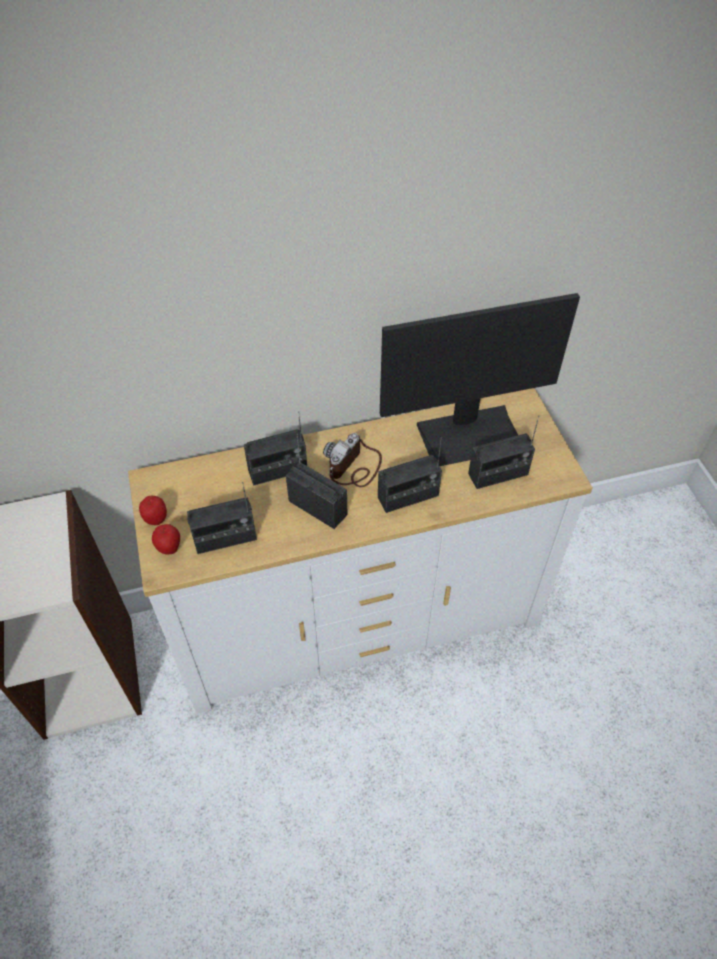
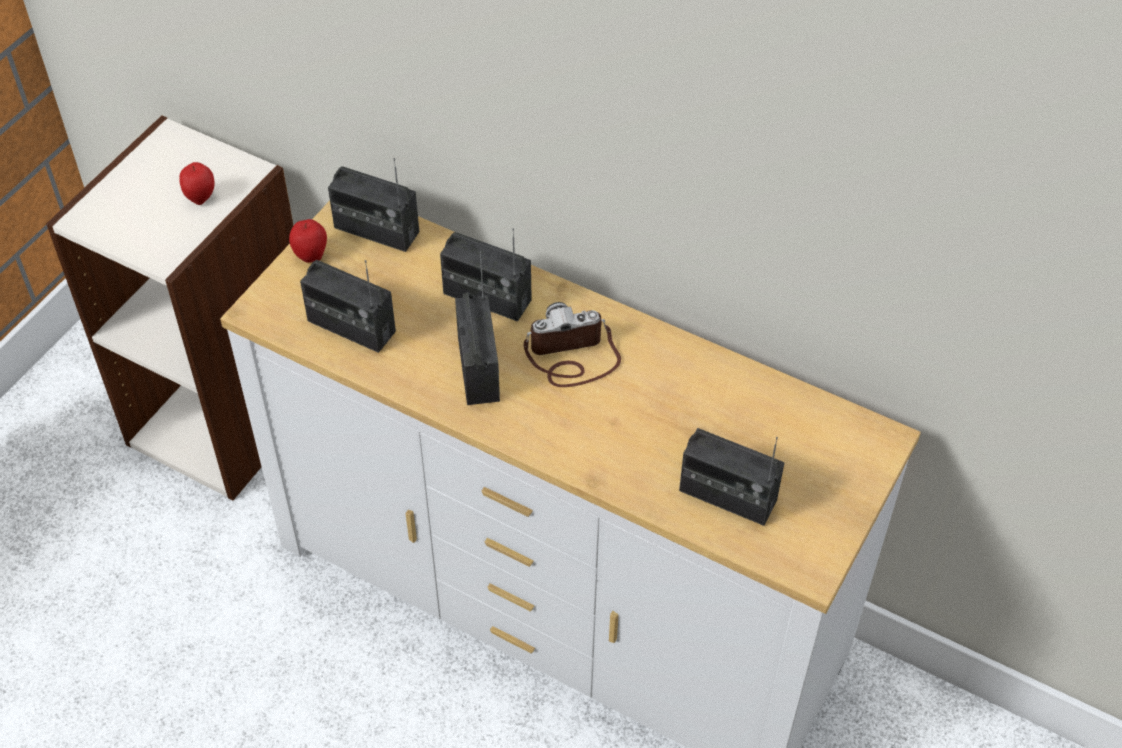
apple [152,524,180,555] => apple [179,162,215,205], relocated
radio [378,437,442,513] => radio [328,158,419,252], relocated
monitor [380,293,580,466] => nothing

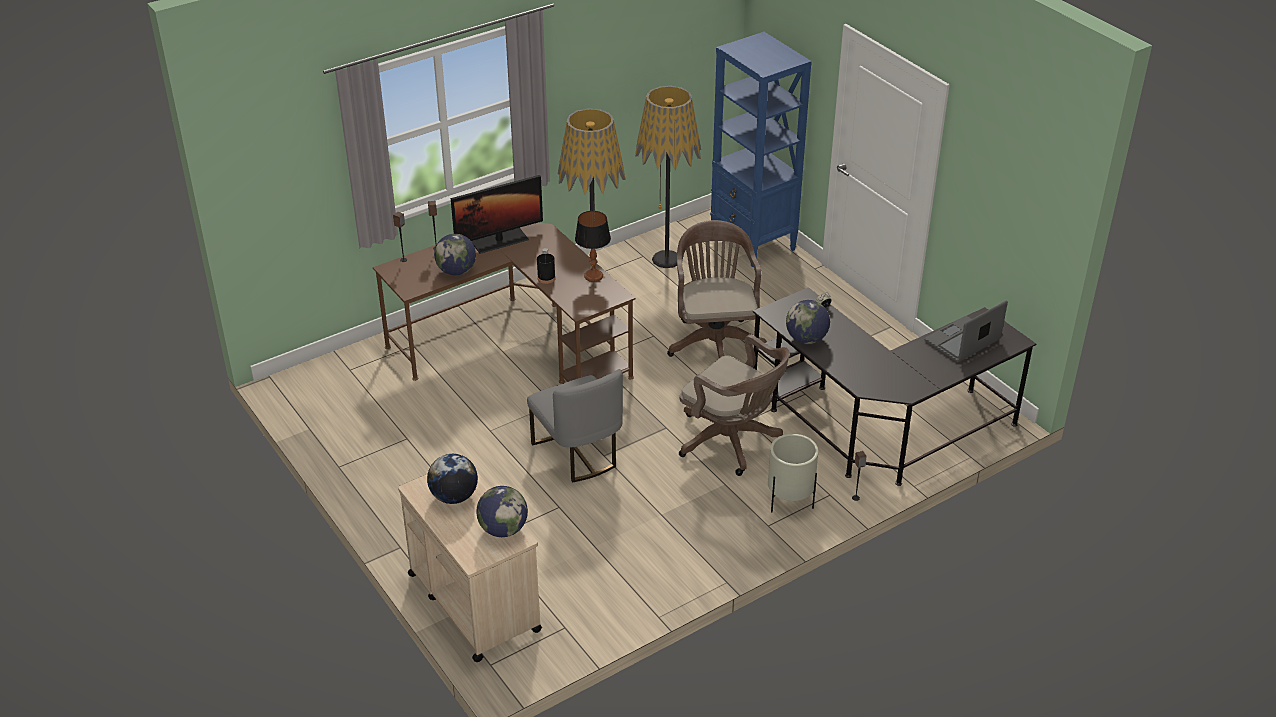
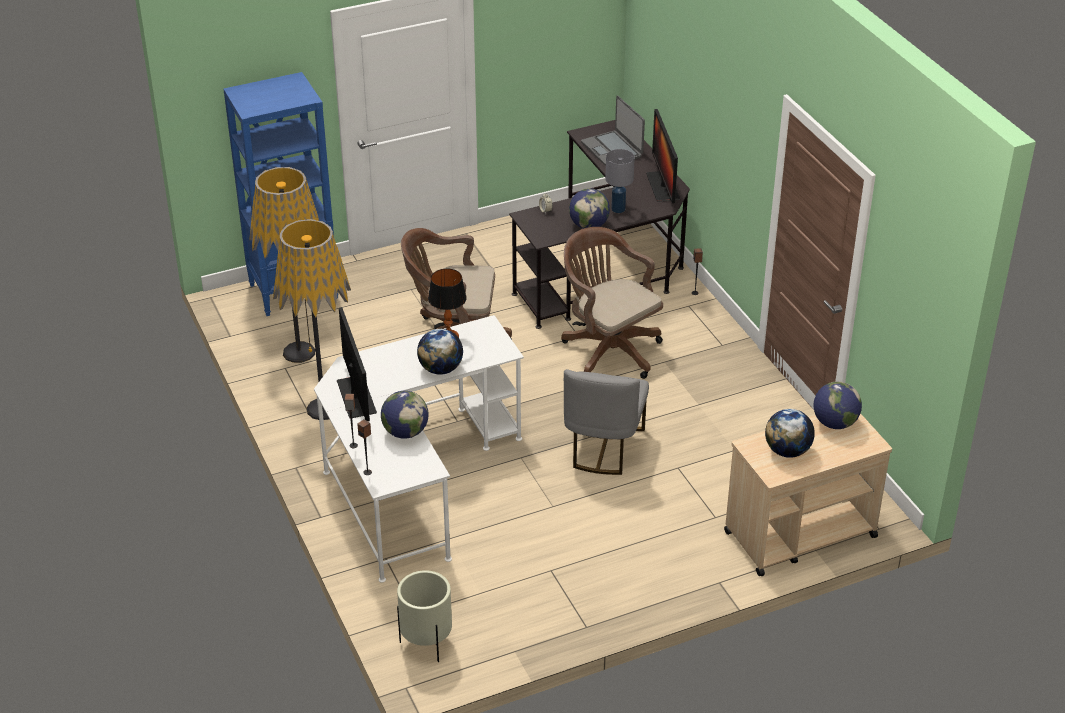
brown desk [373,223,636,384] => white desk [314,315,524,583]
grey chair [527,369,623,482] => grey chair [564,369,649,475], 120 degrees clockwise
black bottle [537,248,556,284] => globe [417,329,463,375]
brown office chair [679,334,790,476] => brown office chair [561,227,663,379], 90 degrees counterclockwise
beige planter [768,434,818,512] => beige planter [397,570,452,662], relocated
nothing => grey table lamp [605,149,635,213]
nothing => monitor [646,109,680,203]

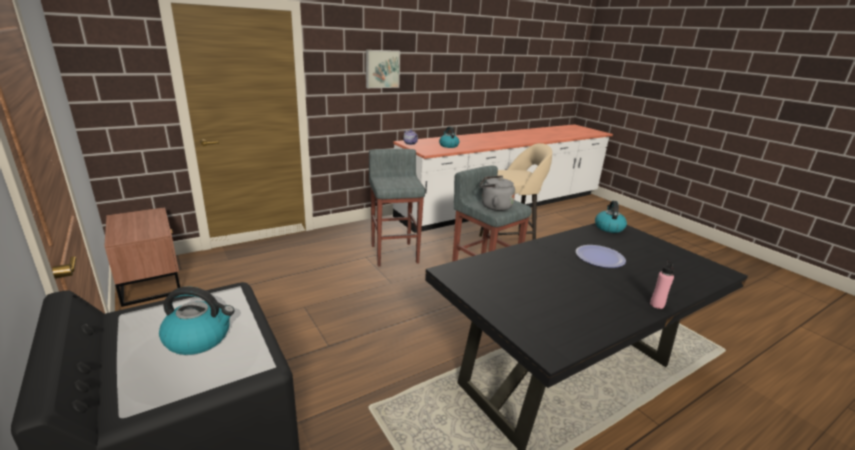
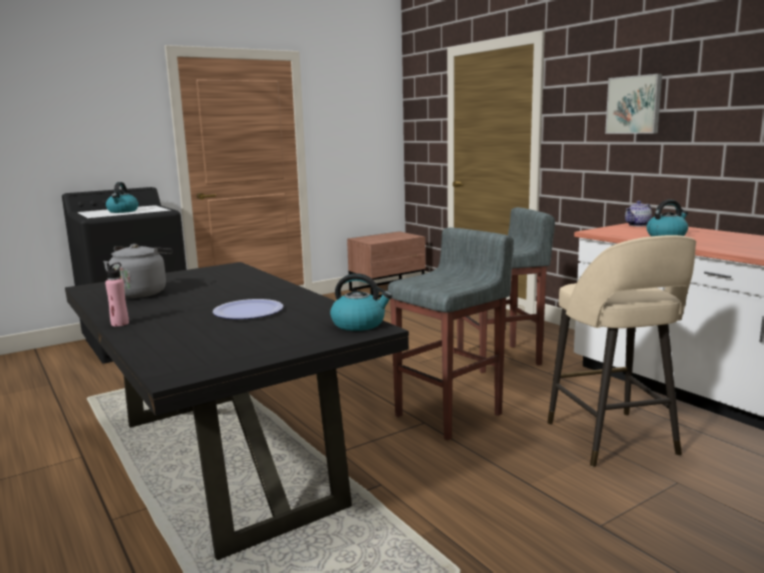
grey kettle [480,175,515,211] => grey kettle [103,244,172,298], relocated

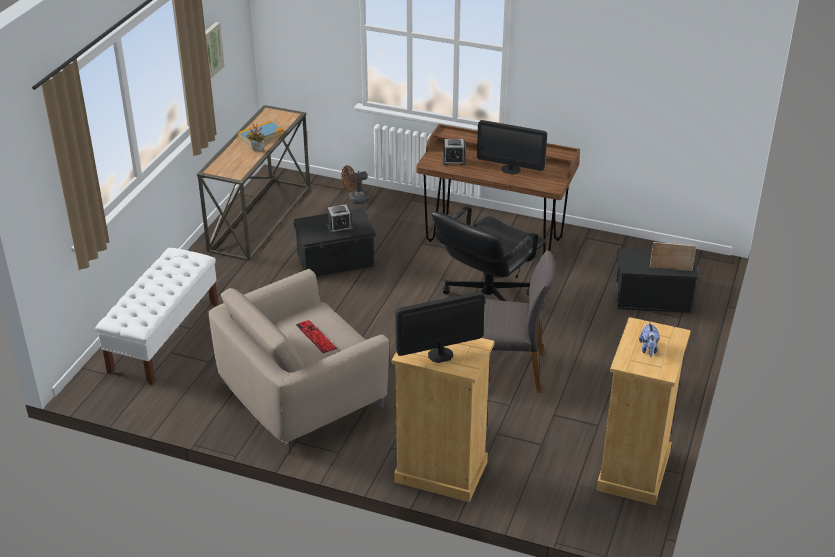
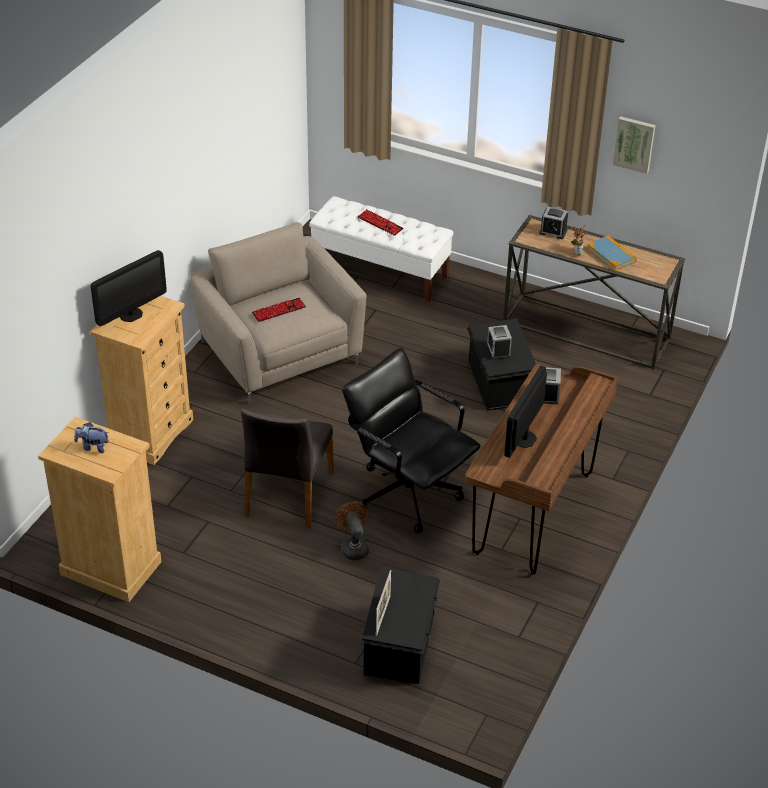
brown fan [341,165,370,204] => brown fan [333,502,369,560], relocated
monitor [395,291,485,363] => monitor [91,250,167,326], 60 degrees clockwise
nothing => keyboard [358,209,404,236]
nothing => alarm clock [539,207,568,239]

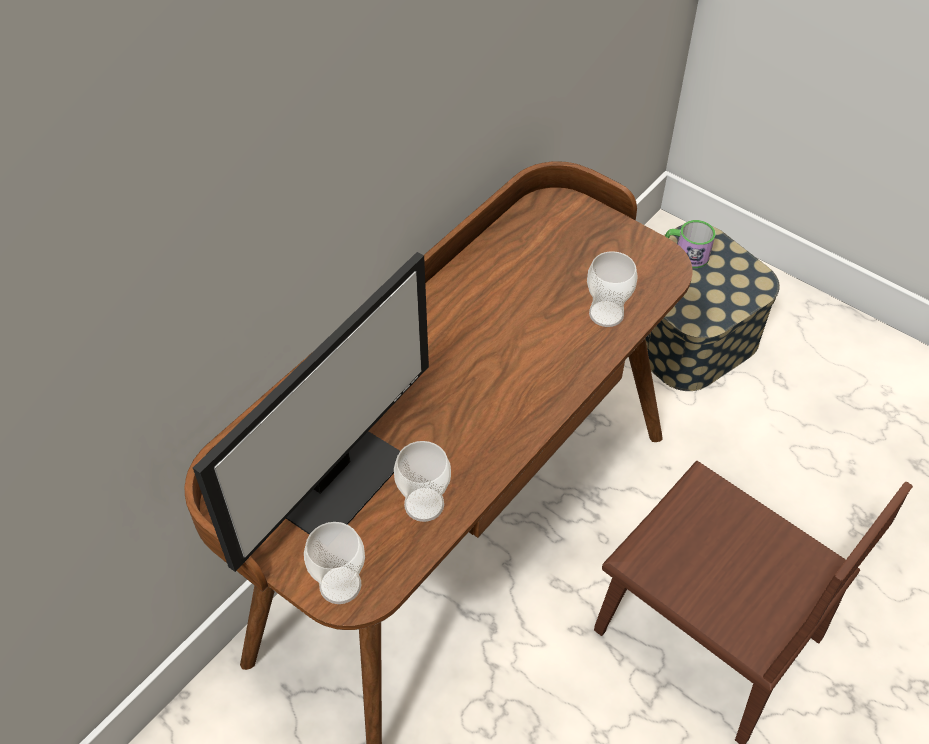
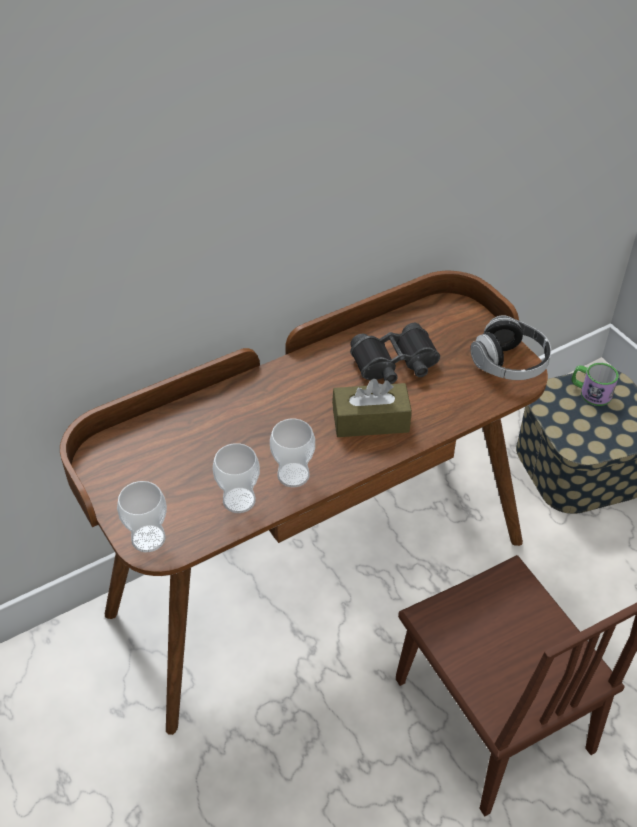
monitor [193,252,429,572] => nothing
cup [587,251,638,327] => cup [270,419,315,487], relocated
nothing => brown tissue box [332,379,412,437]
nothing => black binoculars [350,323,440,384]
nothing => headphones [470,315,551,380]

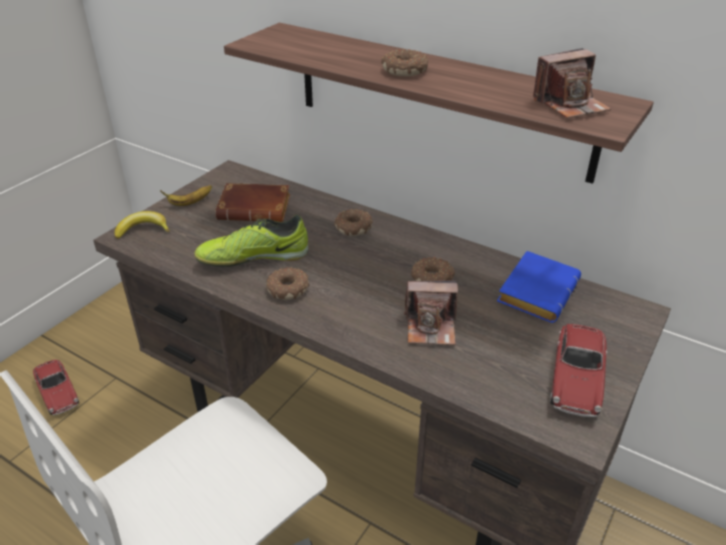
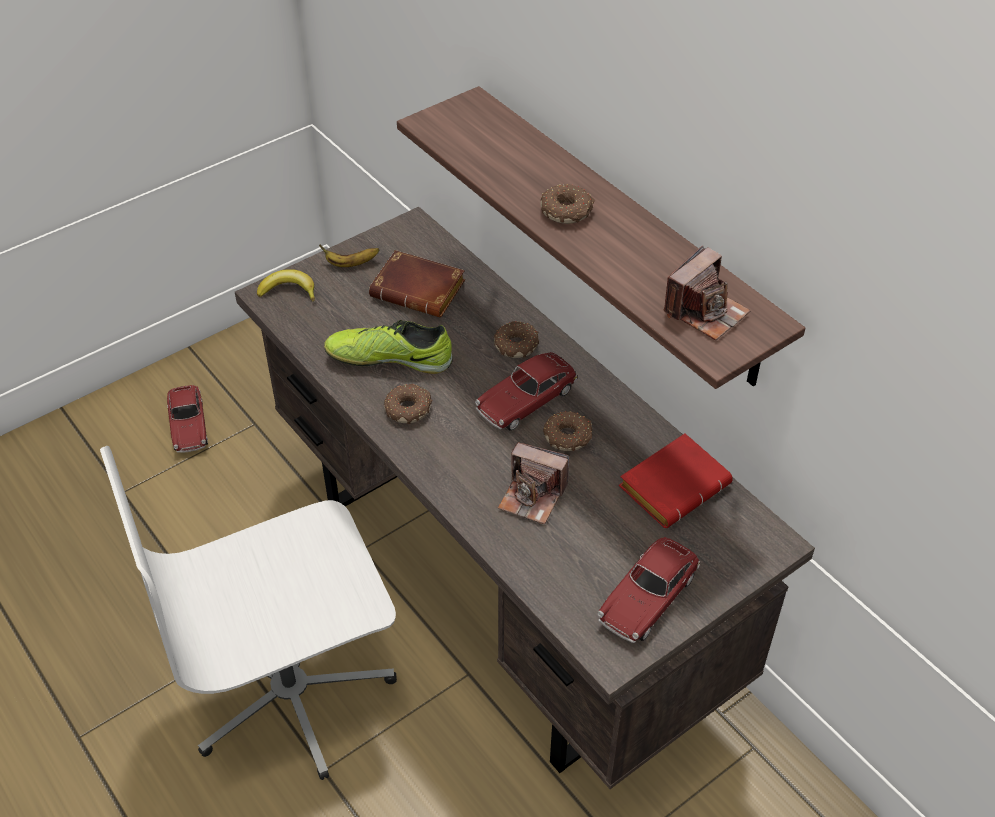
blue book [497,251,581,323] => red book [619,433,733,528]
photo camera [533,48,611,118] => photo camera [664,246,751,341], 45 degrees counterclockwise
nothing => toy car [475,352,577,431]

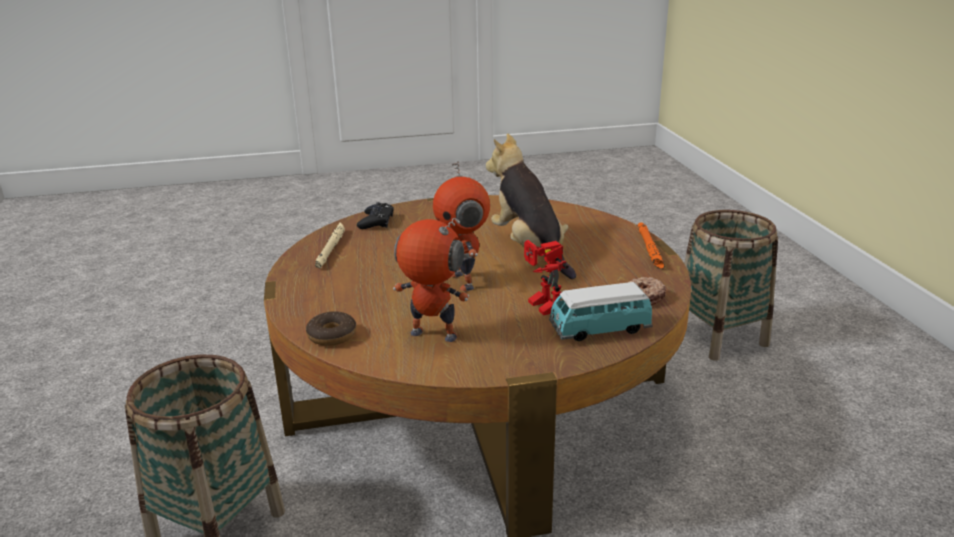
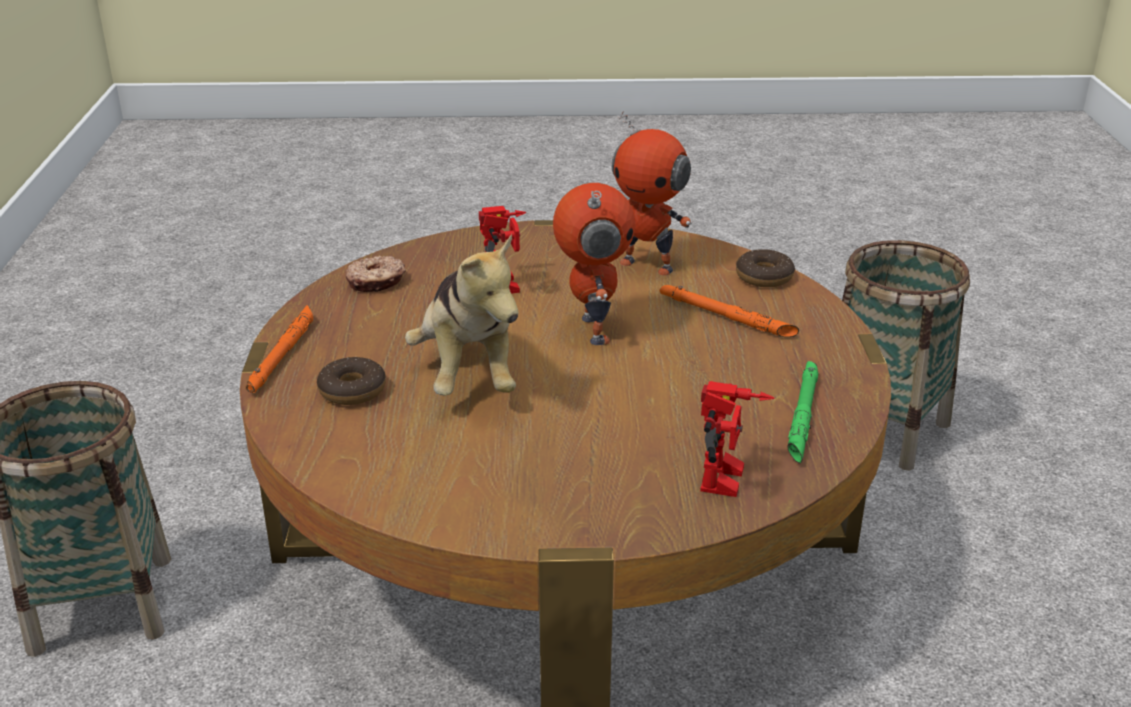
beige flashlight [315,223,345,268] => green flashlight [787,361,819,463]
black game controller [357,202,393,229] => toy robot [700,381,774,497]
toy car [549,282,653,341] => nothing
nothing => donut [317,357,386,405]
nothing => orange flashlight [660,285,799,337]

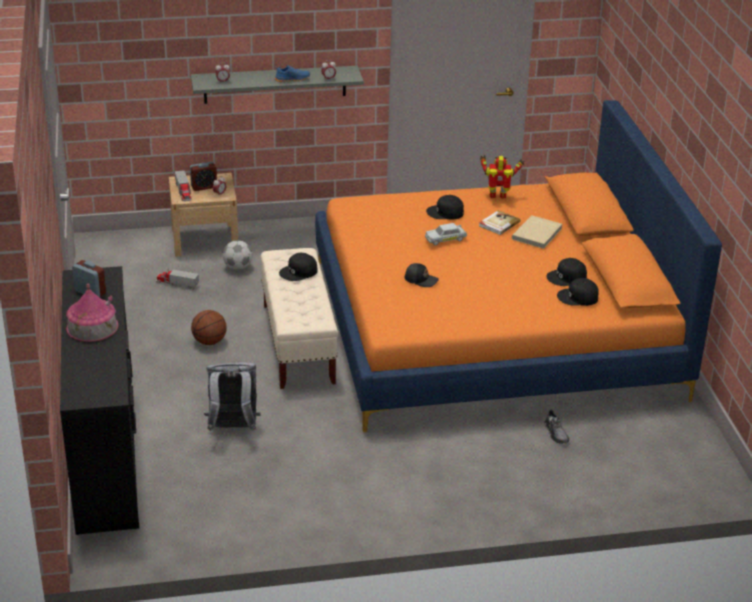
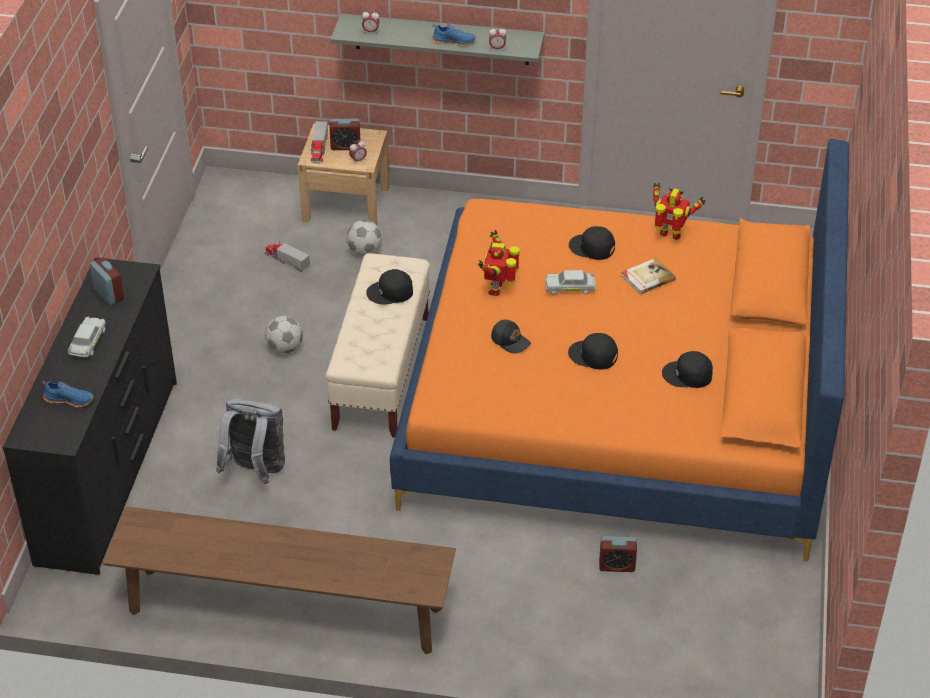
toy house [66,284,119,342] => white toy car [68,317,106,358]
basketball [191,310,227,345] => football [265,316,303,354]
beige book [512,215,562,249] => nothing
grey shoe [544,409,569,444] => alarm clock [599,536,637,572]
black cap [557,278,599,306] => black cap [568,333,618,370], relocated
nothing => blue shoe [42,381,94,407]
nothing => brown bench [102,506,456,654]
nothing => toy robot [478,230,520,296]

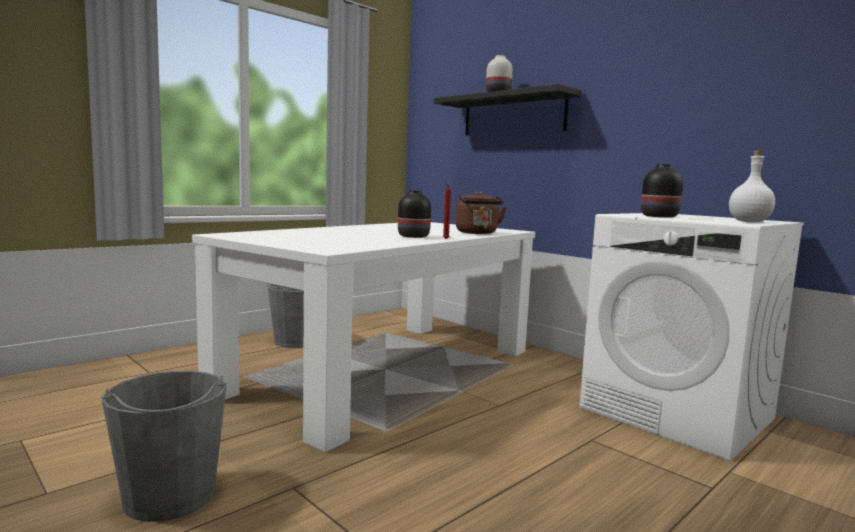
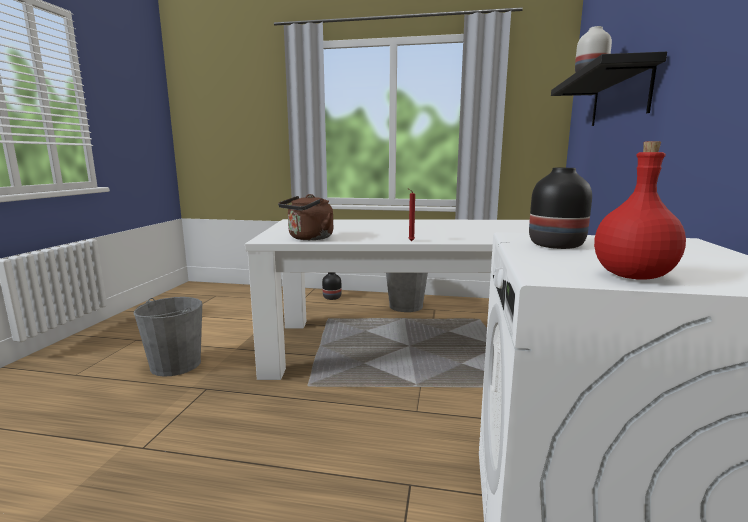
black vase [398,190,431,238] => black vase [322,272,342,300], relocated
brown kettle [456,191,507,234] => brown kettle [278,194,333,240], relocated
white bottle [729,150,775,222] => red bottle [594,141,686,280]

